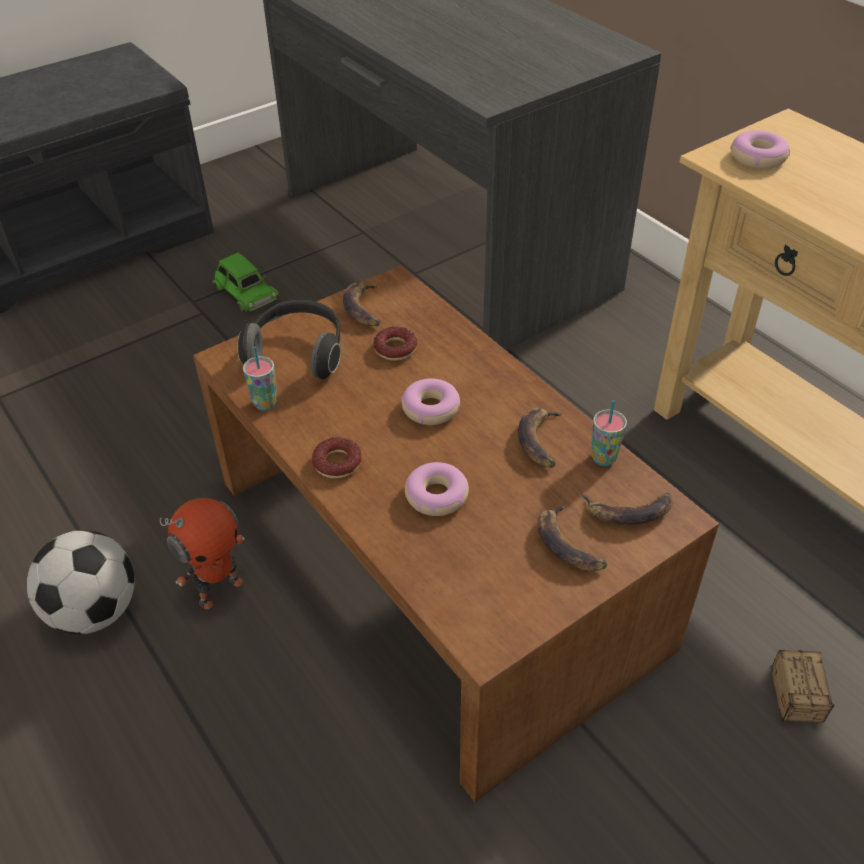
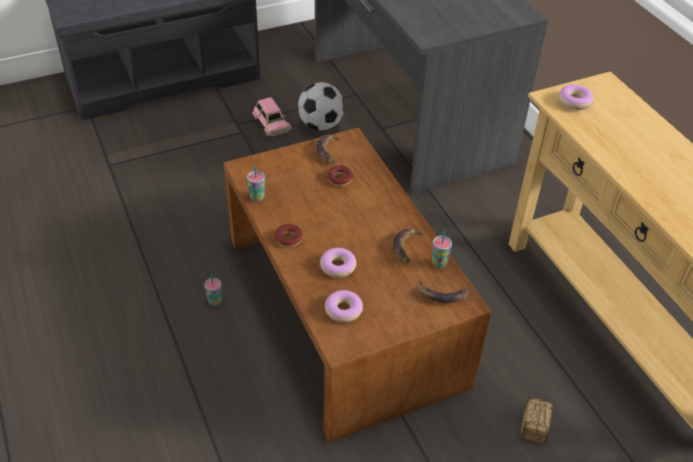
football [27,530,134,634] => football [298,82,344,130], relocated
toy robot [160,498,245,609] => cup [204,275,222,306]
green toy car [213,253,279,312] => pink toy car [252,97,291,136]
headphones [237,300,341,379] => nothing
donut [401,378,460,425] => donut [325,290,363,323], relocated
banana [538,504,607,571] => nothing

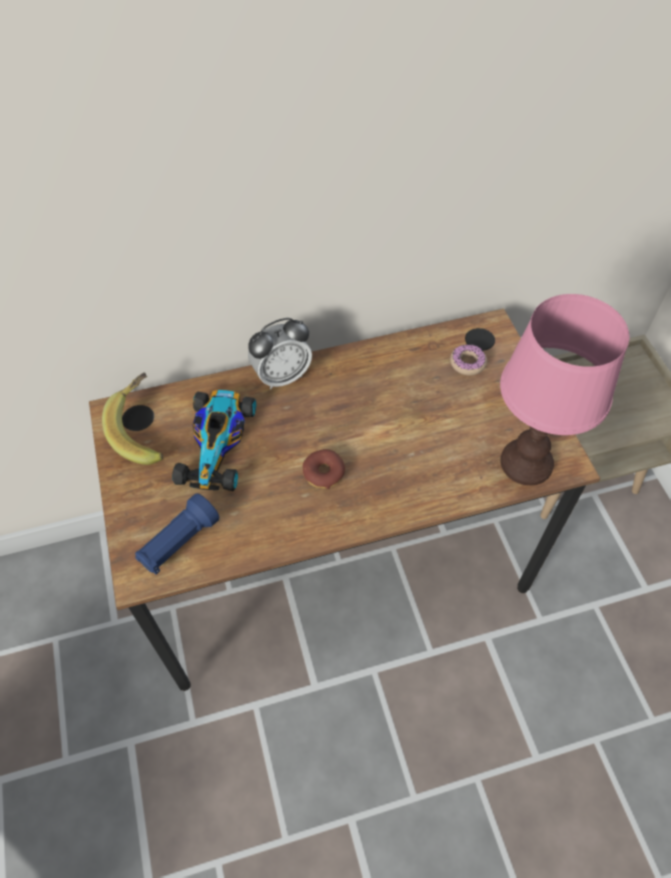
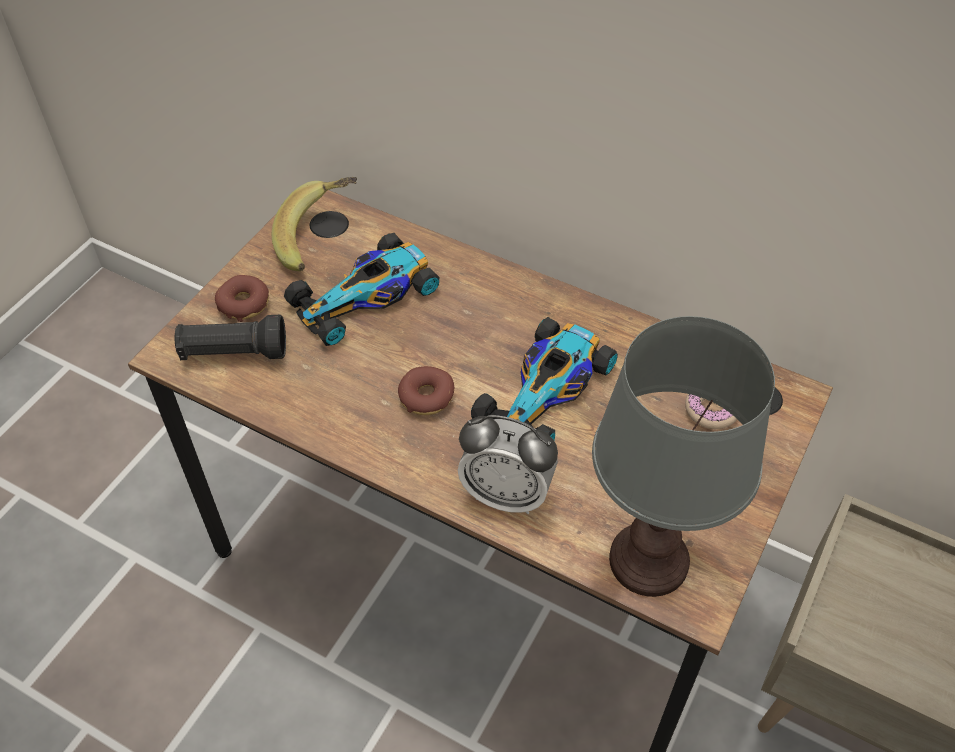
blue flashlight [135,494,219,575] => black flashlight [175,315,286,360]
alarm clock [248,318,312,390] => alarm clock [458,415,558,514], relocated
pink table lamp [500,294,629,486] => grey table lamp [592,316,775,597]
nothing => donut [215,275,269,322]
nothing => toy car [471,317,618,440]

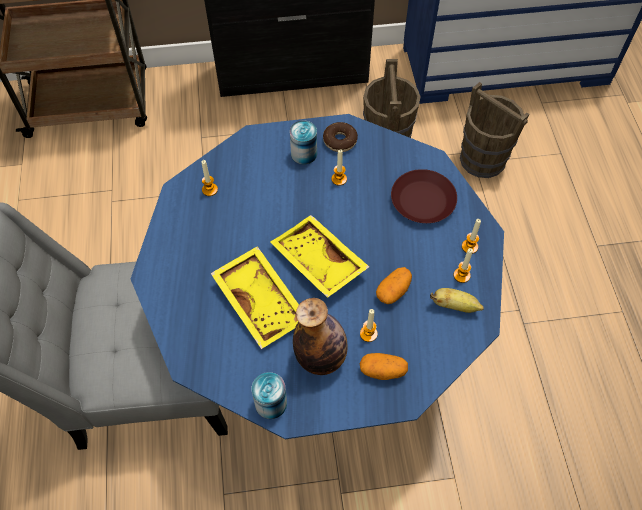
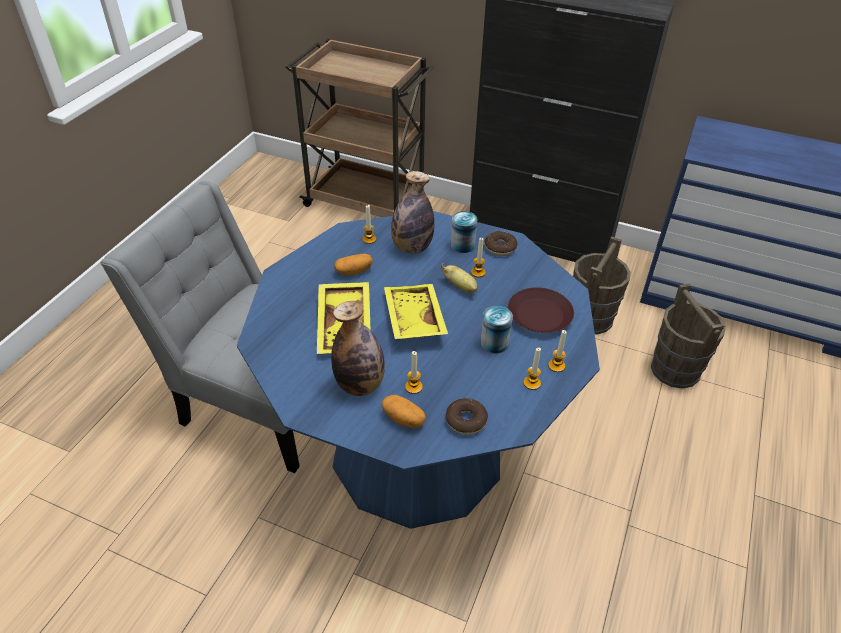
can [252,372,287,419] => can [480,306,513,353], relocated
potato [376,267,412,304] => potato [334,254,373,275], relocated
banana [430,288,484,313] => banana [441,263,477,293], relocated
nothing => bottle [391,171,434,254]
nothing => donut [446,398,488,435]

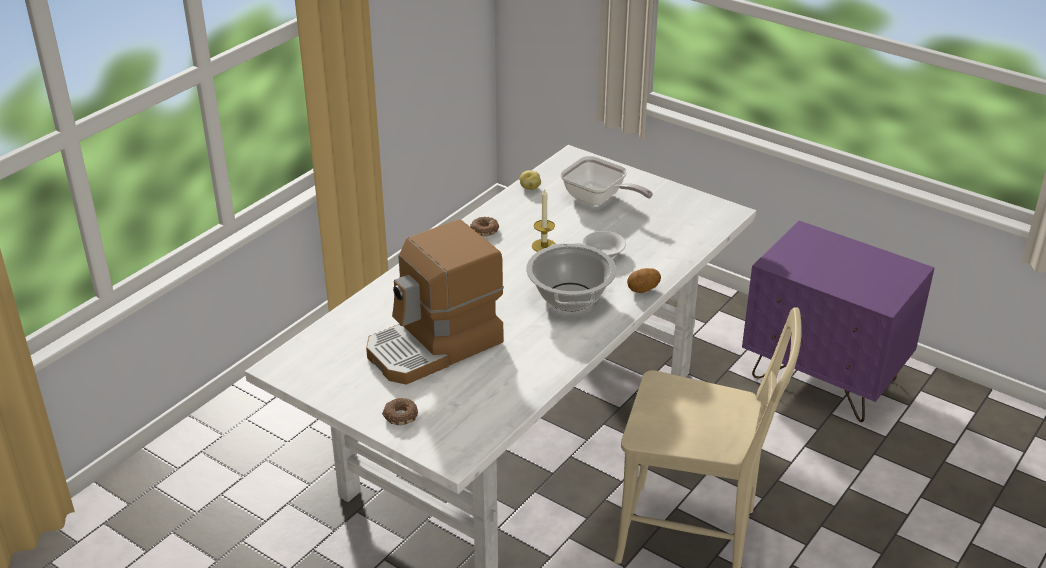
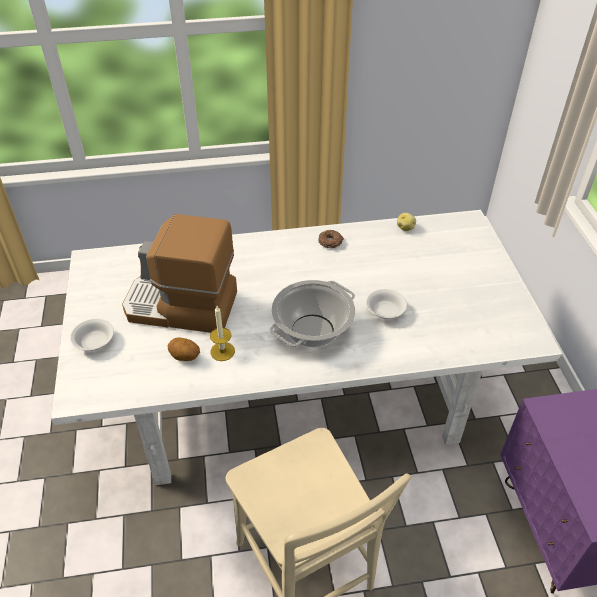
donut [382,398,418,425] => white bowl [70,319,114,351]
candle [532,189,556,252] => candle [210,306,235,361], relocated
frying pan [560,156,653,205] => nothing
potato [627,268,661,293] => potato [168,337,200,361], relocated

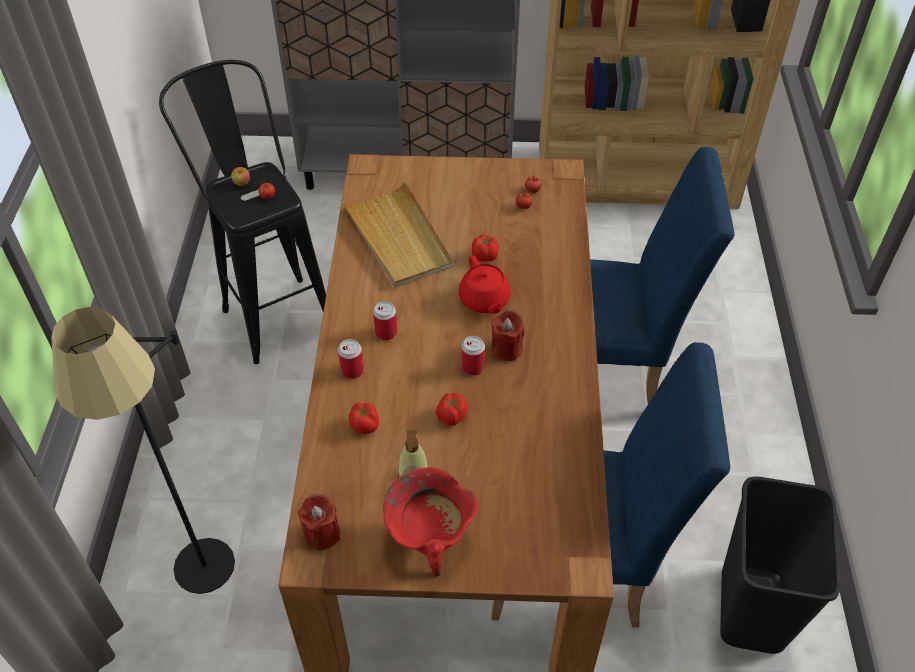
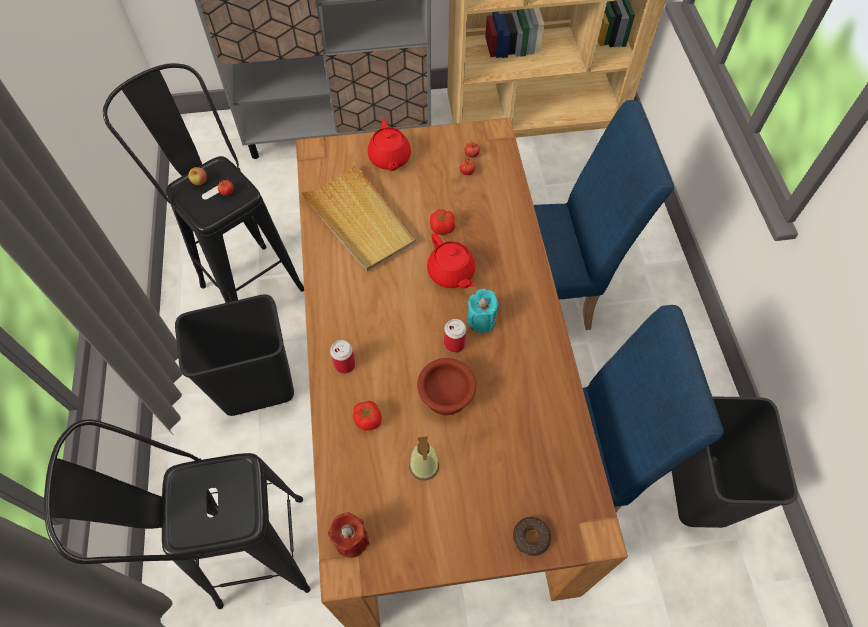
black floor lamp [51,307,235,594] => black stool [44,419,310,609]
can [373,301,397,340] => nothing
red cooking pot [383,467,479,577] => nothing
tomato [436,393,467,426] => brown bowl [417,358,476,415]
red candle [491,311,525,361] => turquoise candle [467,289,499,333]
nothing => black trash can [175,295,294,416]
nothing => red teapot [368,120,411,171]
nothing => donut [513,517,551,556]

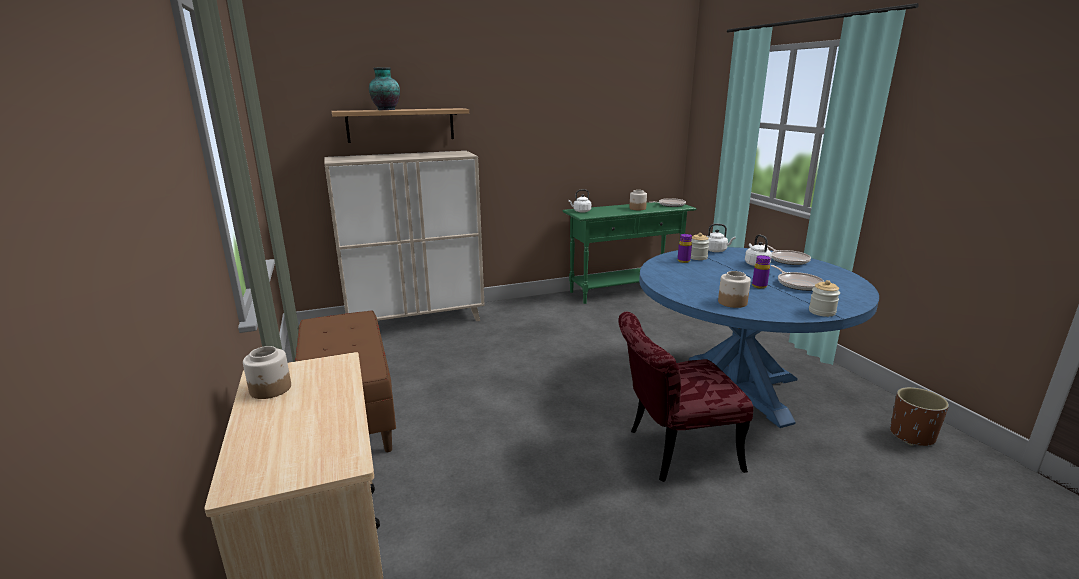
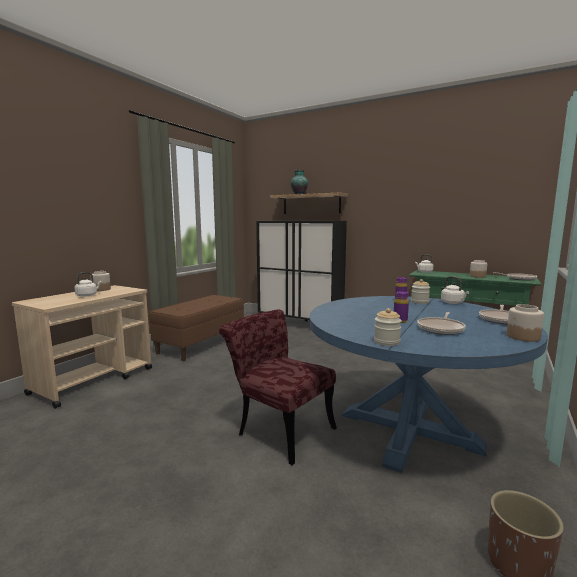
beige cabinet [324,151,485,321] => black cabinet [256,221,347,322]
jar [718,271,751,308] => jar [507,304,544,342], relocated
white kettle [745,235,772,266] => white kettle [74,272,102,297], relocated

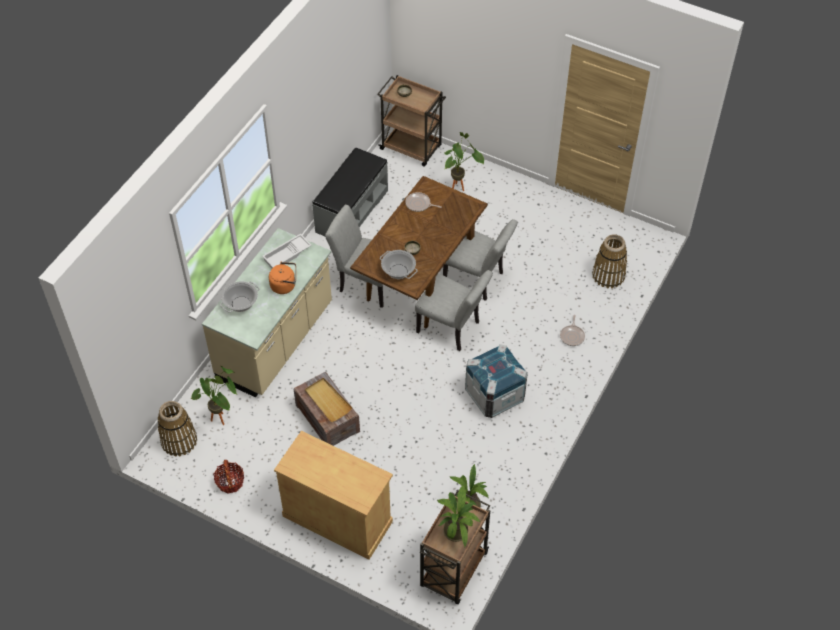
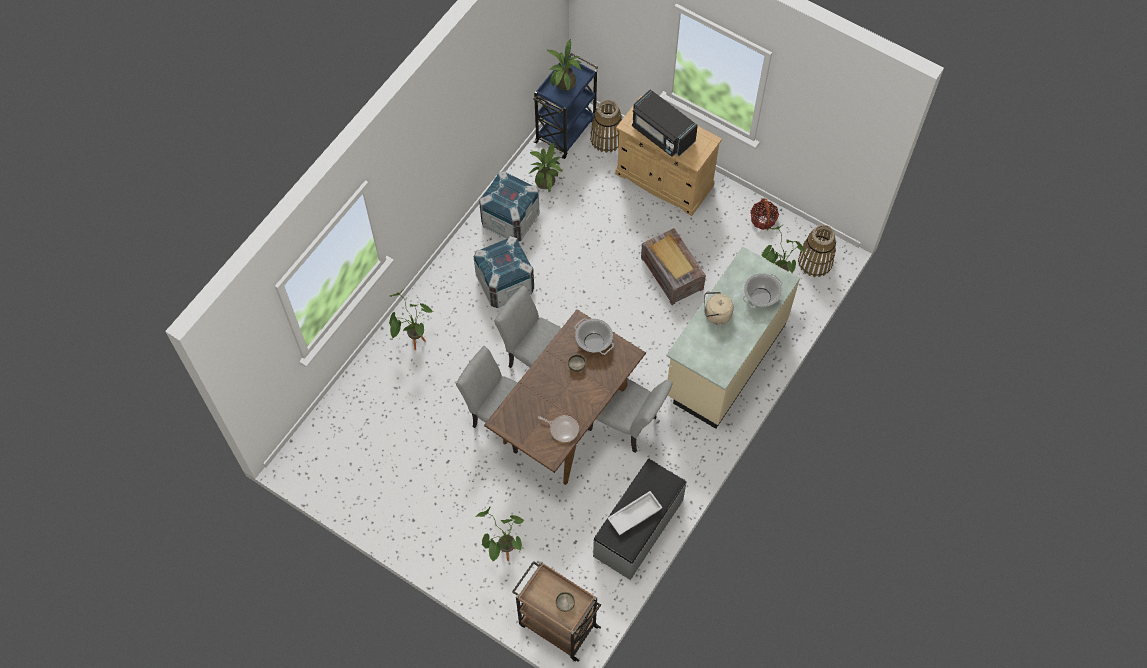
white tray [262,234,312,268] => white tray [608,491,663,535], relocated
orange kettle [269,261,296,294] => beige kettle [704,292,733,326]
brown cart [420,490,491,604] => blue cart [533,53,598,159]
frying pan [560,315,585,346] => potted plant [389,289,433,350]
basket [592,234,627,288] => basket [590,100,622,153], relocated
nothing => crate [479,171,540,242]
nothing => black microwave [632,89,698,157]

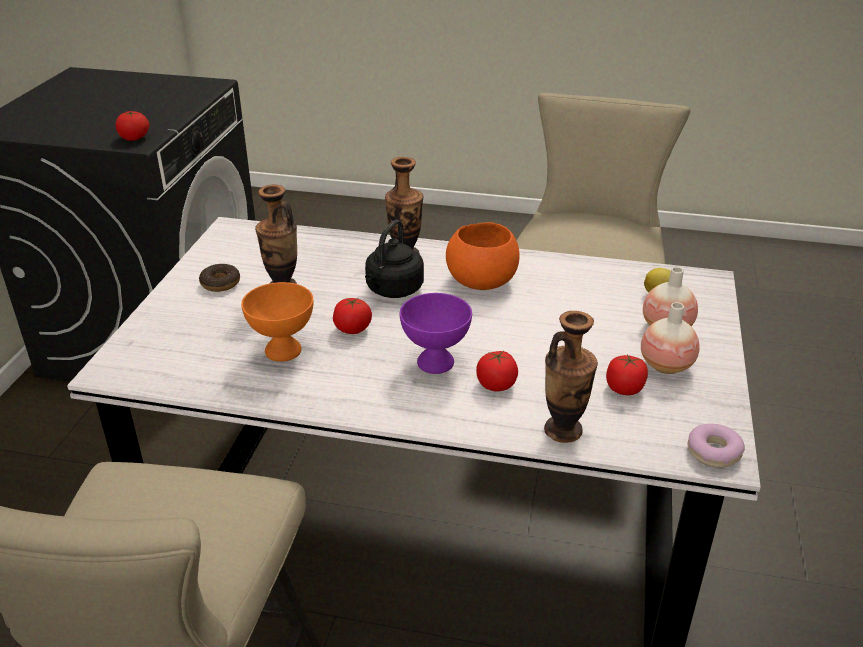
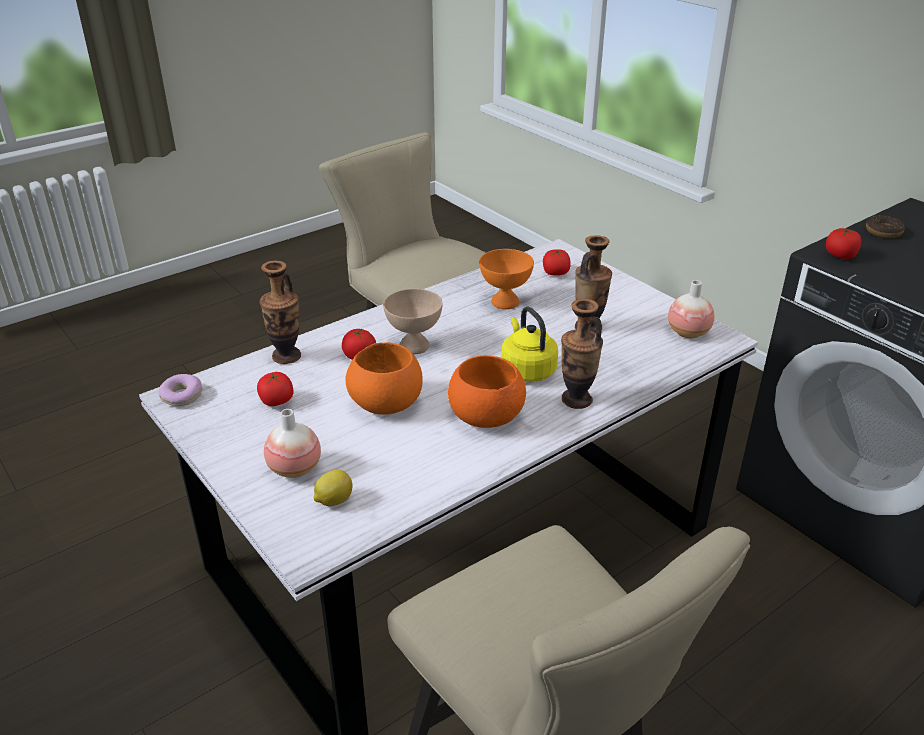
donut [199,264,240,292] => donut [866,215,905,238], relocated
tomato [333,298,372,334] => tomato [543,249,571,276], relocated
black kettle [365,220,424,298] => yellow kettle [501,307,558,382]
purple bowl [400,293,472,374] => beige bowl [383,289,443,354]
vase [641,302,700,374] => vase [668,280,715,338], relocated
nothing => orange bowl [345,342,423,415]

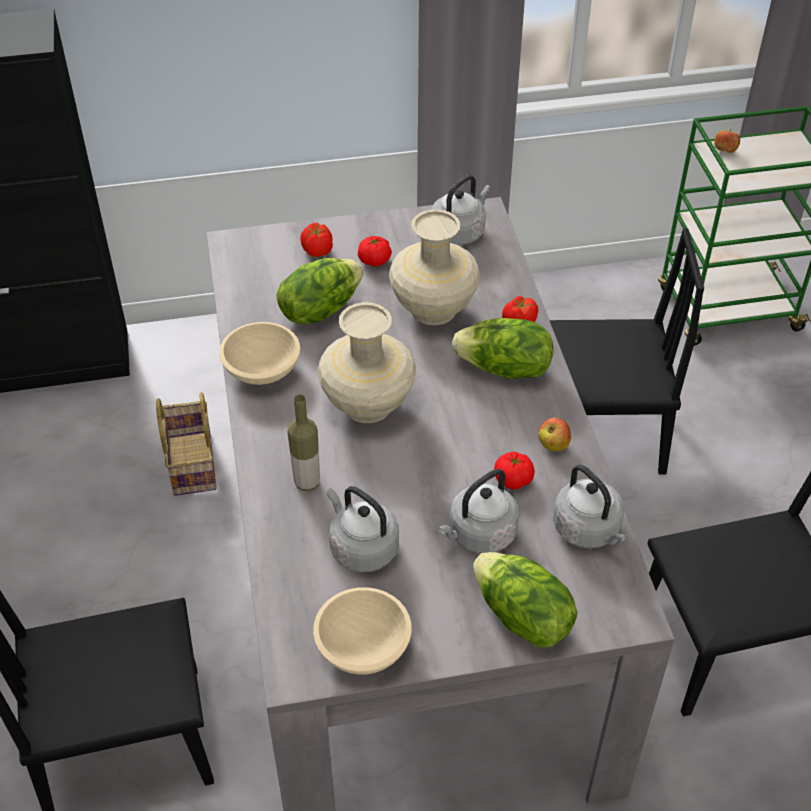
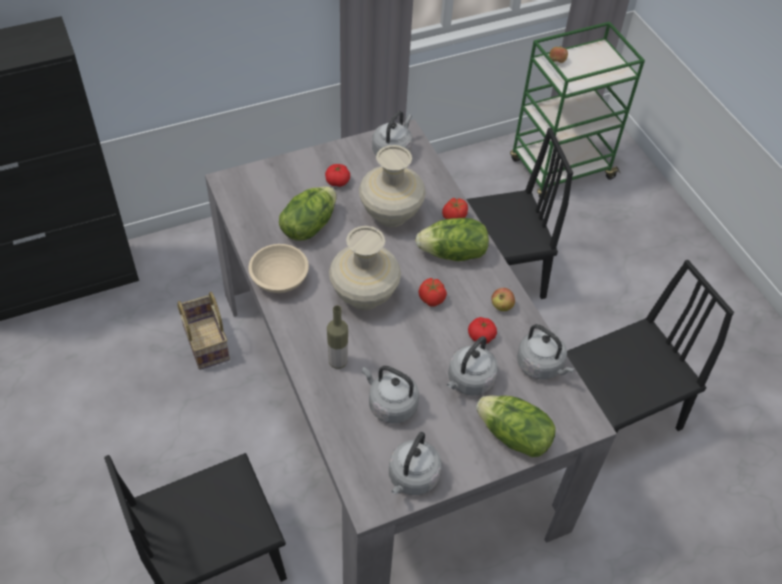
tomato [300,223,333,257] => tomato [419,278,447,307], relocated
beige bowl [313,587,412,675] => grey kettle [389,432,442,495]

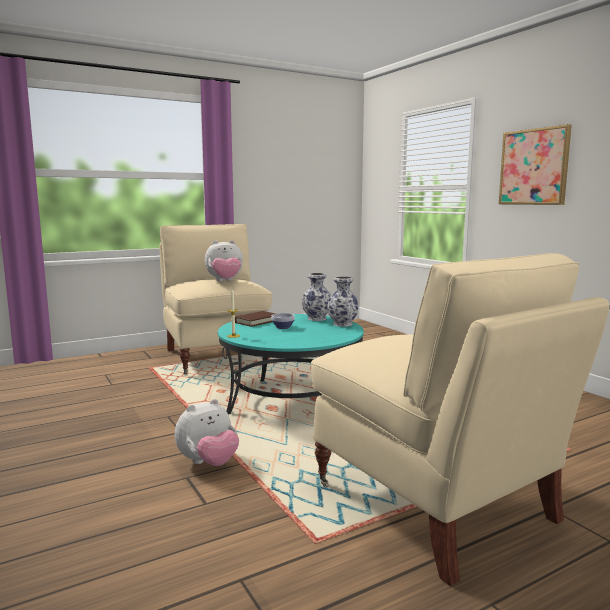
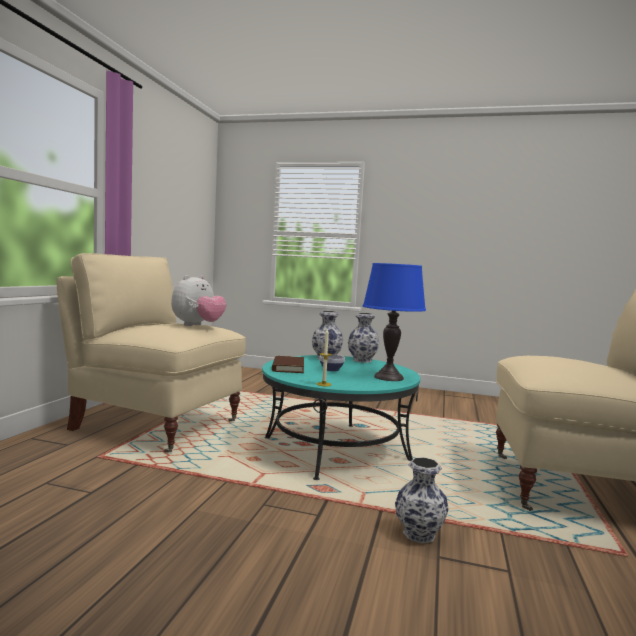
plush toy [175,399,239,466] => vase [395,457,449,543]
picture [499,124,572,205] => nothing
nothing => blue table lamp [363,263,426,381]

